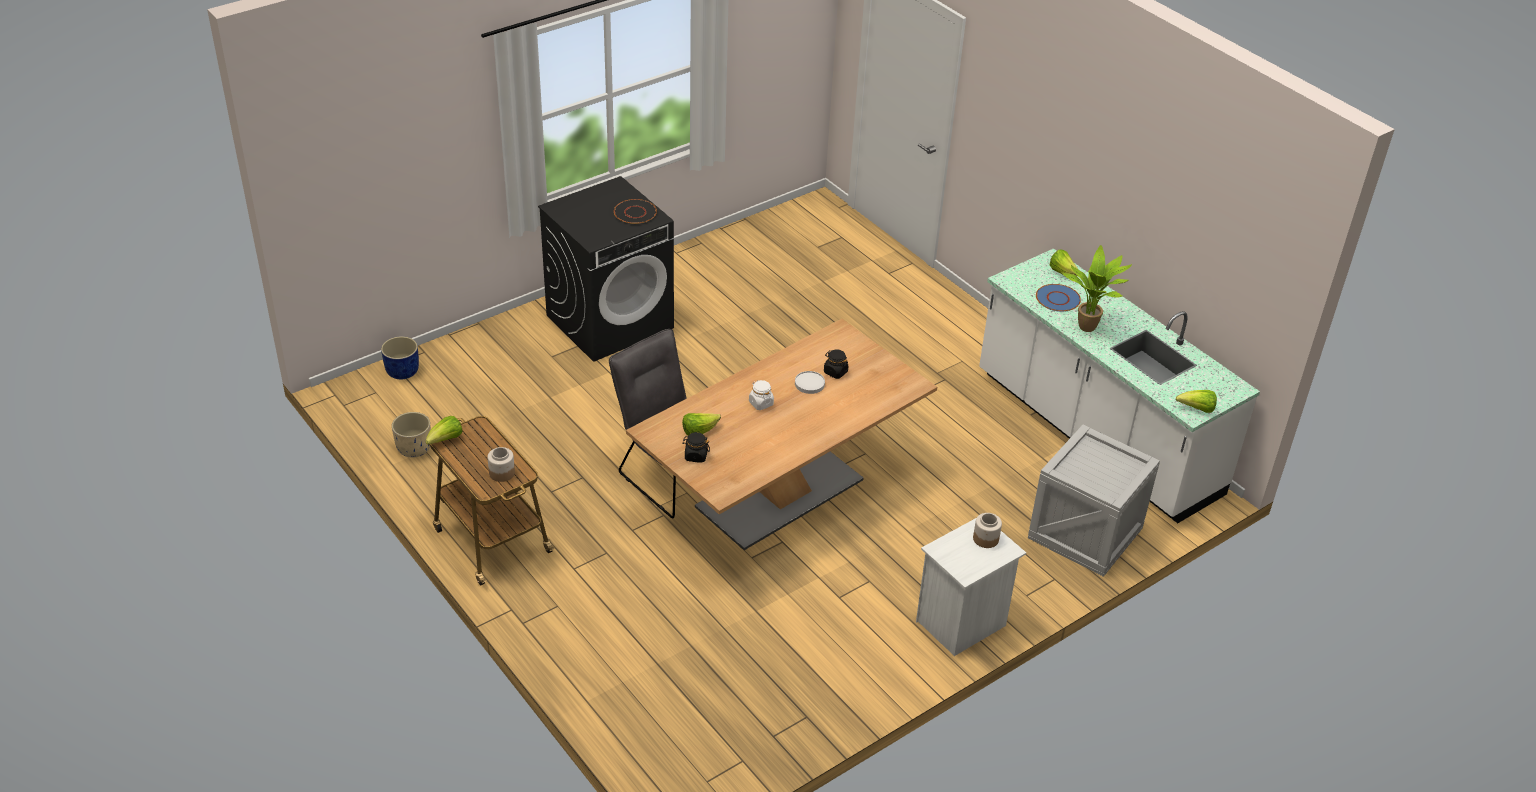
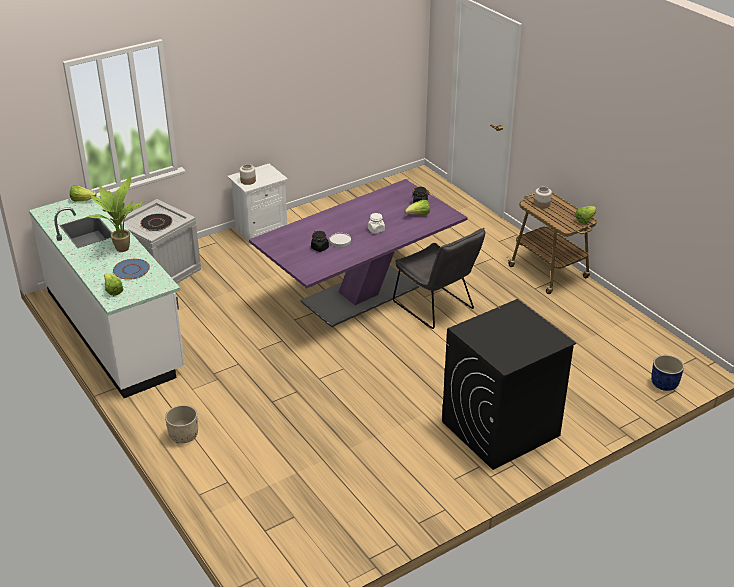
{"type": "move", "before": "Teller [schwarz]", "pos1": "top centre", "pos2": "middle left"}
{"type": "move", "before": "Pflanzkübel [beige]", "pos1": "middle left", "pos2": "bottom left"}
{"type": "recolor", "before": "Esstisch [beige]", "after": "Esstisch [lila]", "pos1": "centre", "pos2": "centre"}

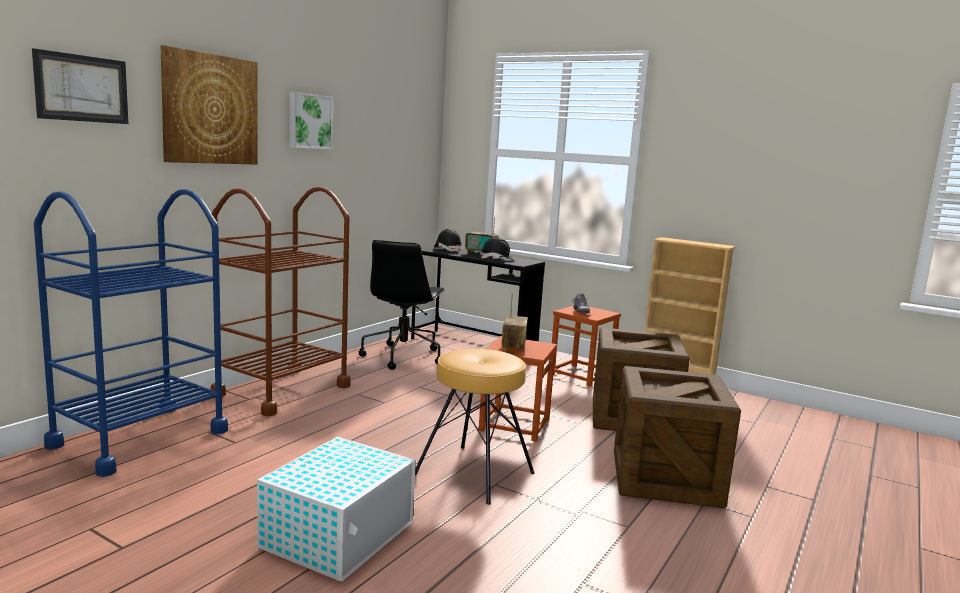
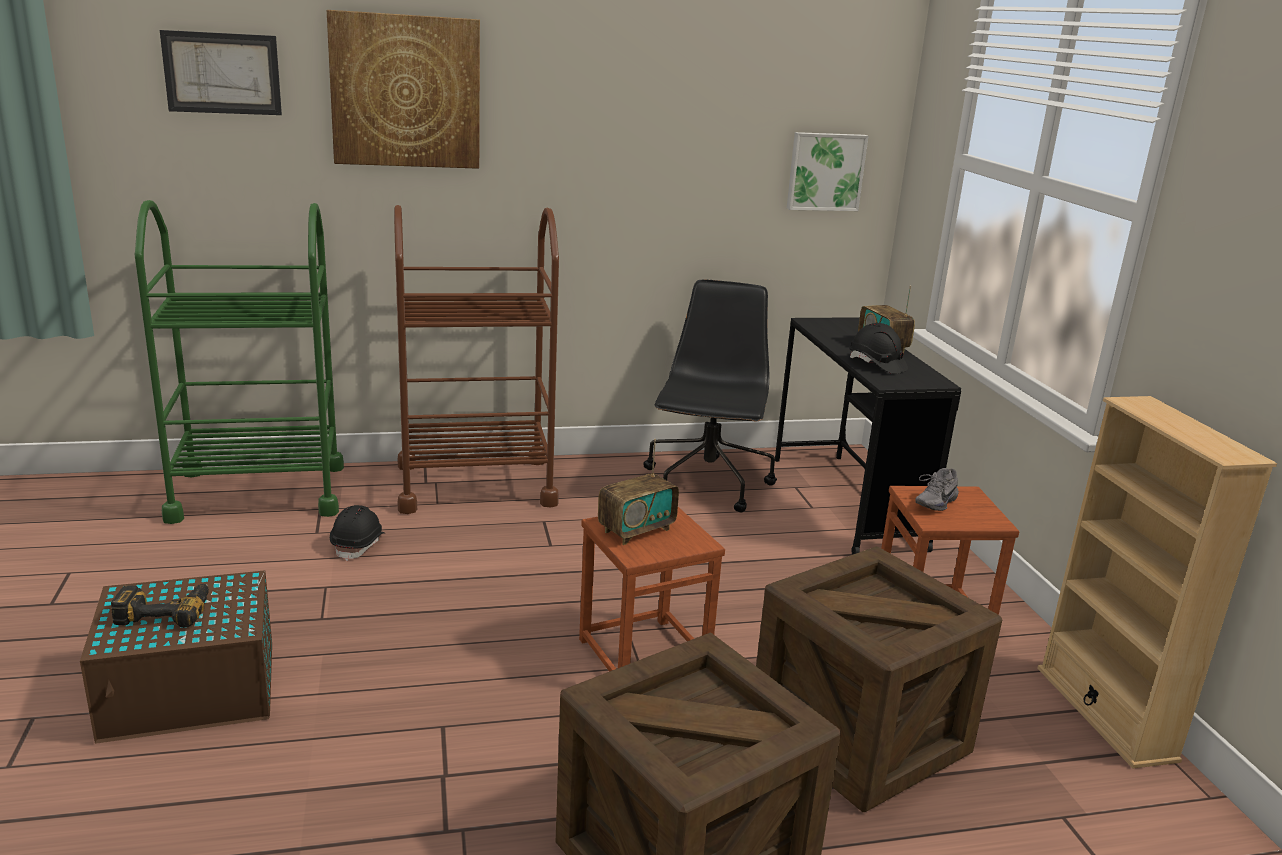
{"type": "recolor", "before": "Aufbewahrungsbox [weiß]", "after": "Aufbewahrungsbox [braun]", "pos1": "bottom centre", "pos2": "bottom left"}
{"type": "insert", "after": "Bohrmaschine", "pos2": "bottom left"}
{"type": "recolor", "before": "Rollwagen [blau]", "after": "Rollwagen [grün]", "pos1": "middle left", "pos2": "middle left"}
{"type": "move", "before": "Schutzhelm [schwarz] (1st from left)", "pos1": "centre", "pos2": "middle left"}
{"type": "rotate", "before": "Bürostuhl [schwarz]", "pos1": "centre", "pos2": "centre", "turn": 135}
{"type": "move", "before": "Bild (3rd from left)", "pos1": "top left", "pos2": "top centre"}
{"type": "delete", "before": "Hocker [braun] (1st from left)", "pos1": "bottom centre"}

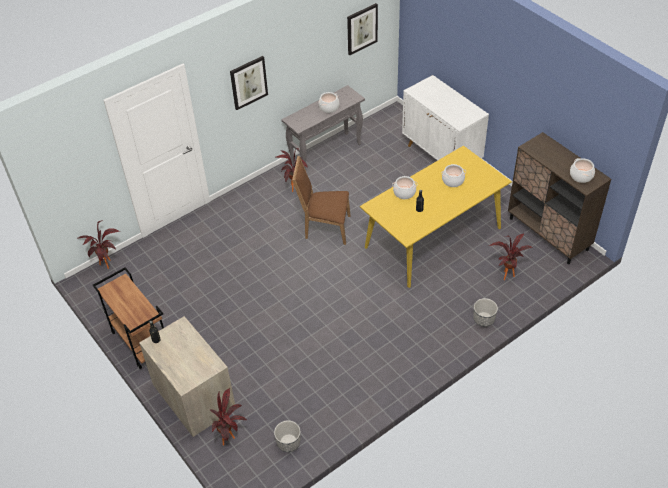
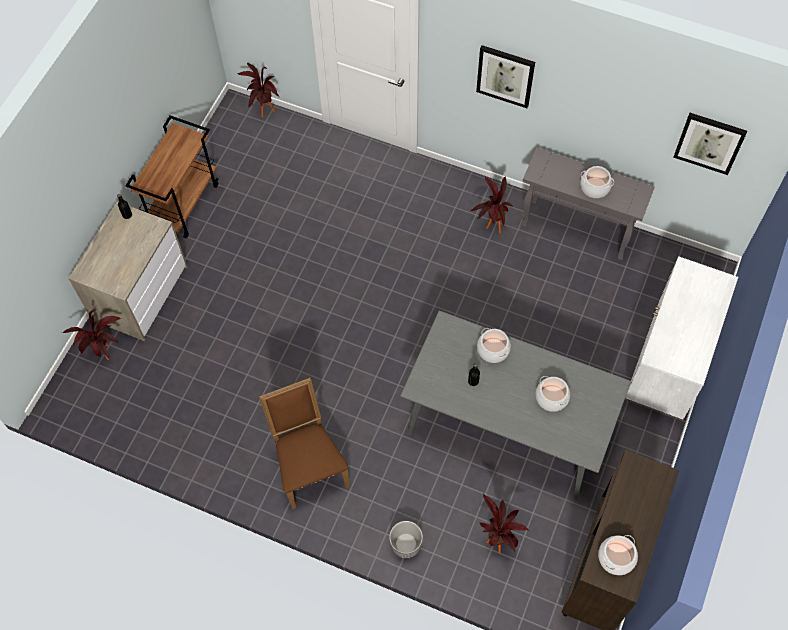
{"type": "move", "before": "Stuhl [braun]", "pos1": "centre", "pos2": "bottom centre"}
{"type": "recolor", "before": "Esstisch [gelb]", "after": "Esstisch [grau]", "pos1": "centre", "pos2": "centre"}
{"type": "delete", "before": "Pflanzkübel (1st from left)", "pos1": "bottom centre"}

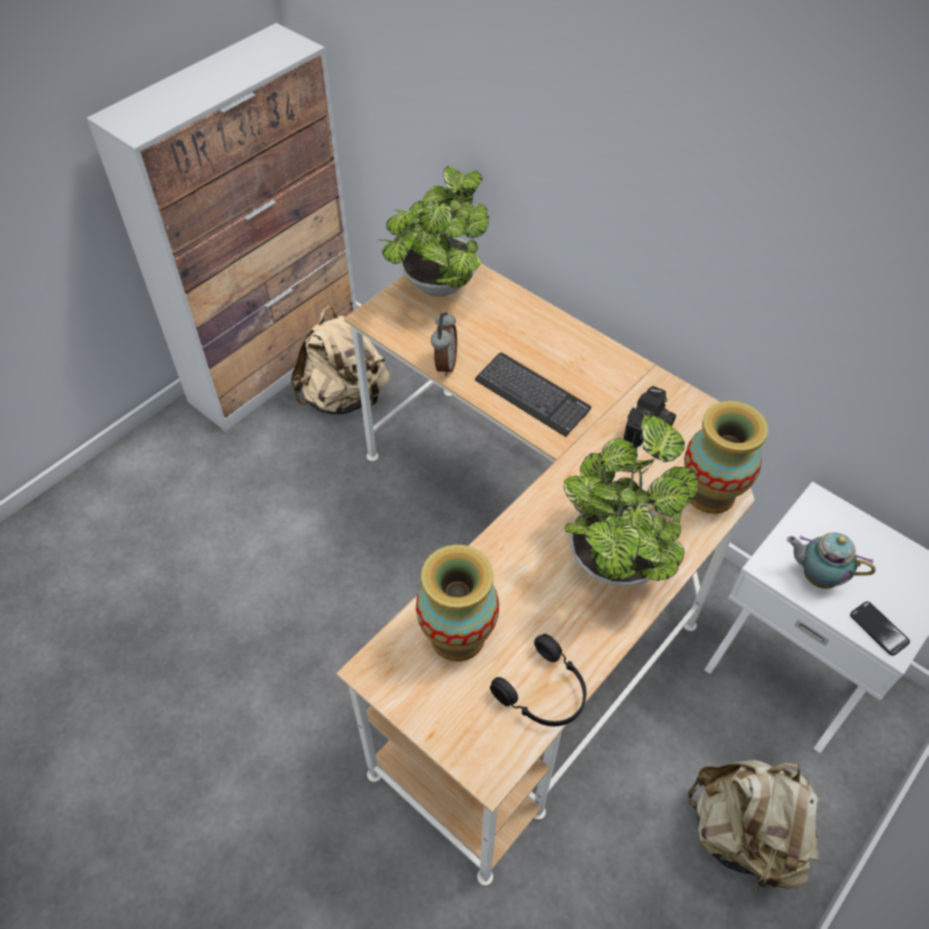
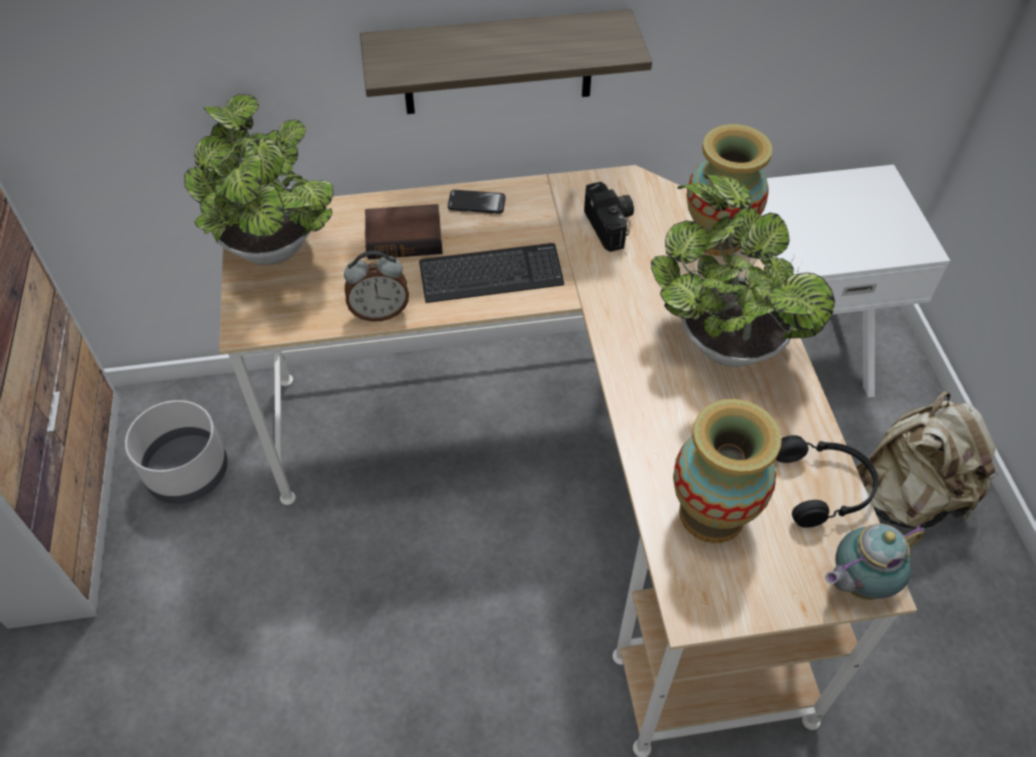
{"type": "replace", "before": "Rucksack [beige] (1st from left)", "after": "Pflanzkübel [grau]", "pos1": "centre", "pos2": "middle left"}
{"type": "rotate", "before": "Wecker", "pos1": "centre", "pos2": "centre", "turn": 120}
{"type": "insert", "after": "Wandregal", "pos2": "top centre"}
{"type": "insert", "after": "Buch", "pos2": "top centre"}
{"type": "move", "before": "Handy", "pos1": "bottom right", "pos2": "top centre"}
{"type": "move", "before": "Teekanne", "pos1": "middle right", "pos2": "bottom right"}

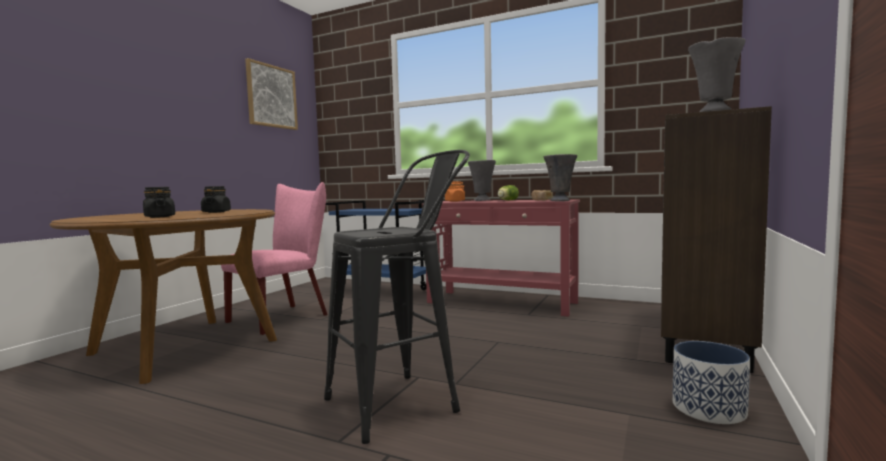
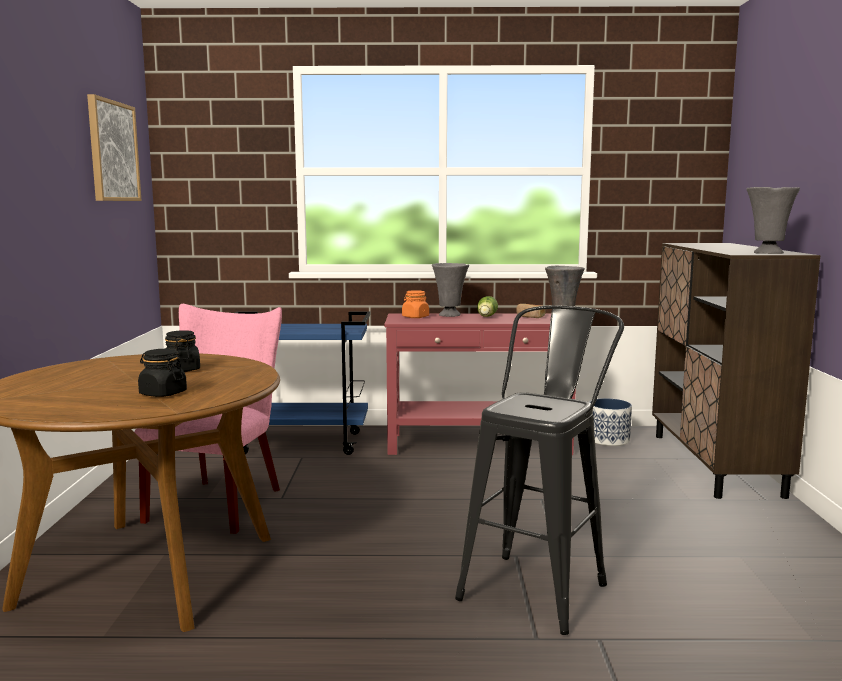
{"type": "move", "before": "Pflanzkübel", "pos1": "bottom right", "pos2": "middle right"}

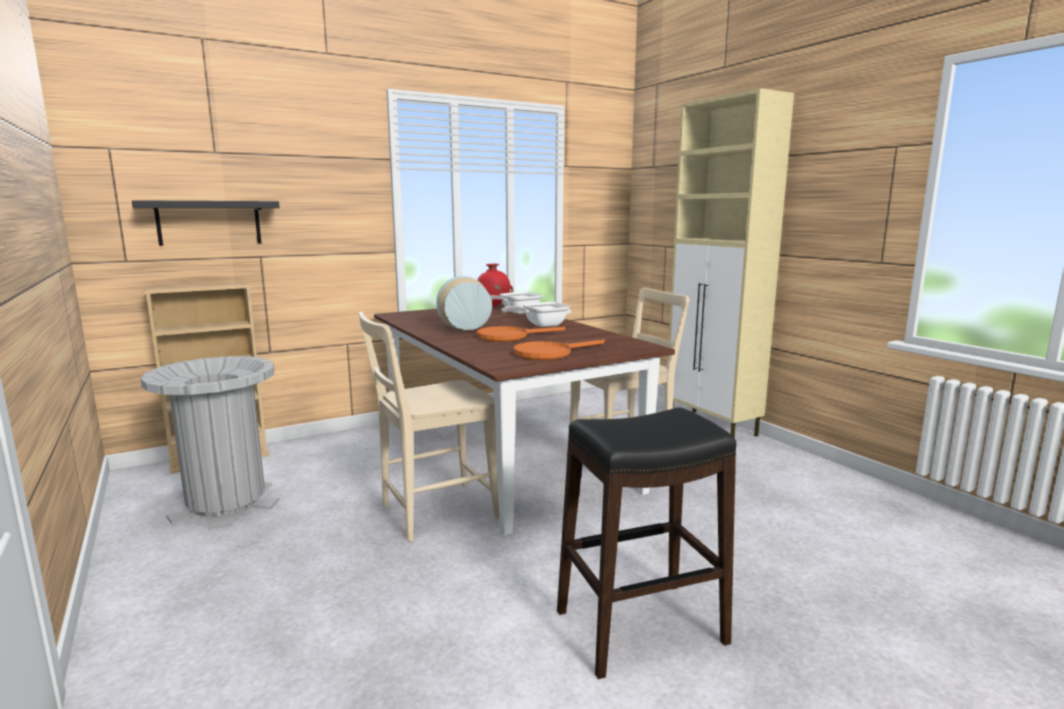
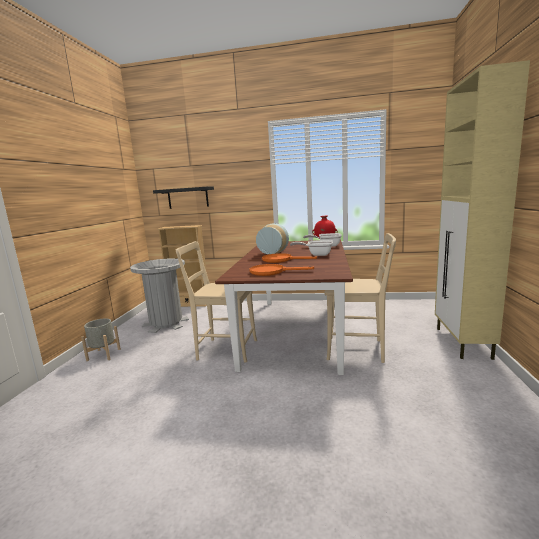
{"type": "insert", "after": "Pflanzkübel [grau]", "pos2": "middle left"}
{"type": "delete", "before": "Hocker [schwarz]", "pos1": "bottom centre"}

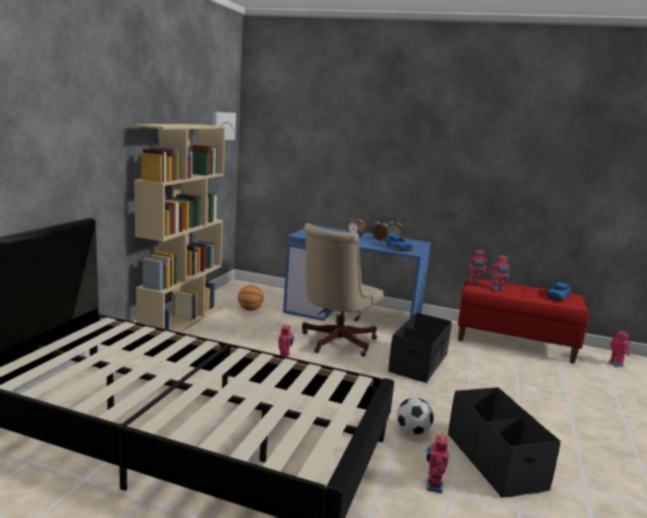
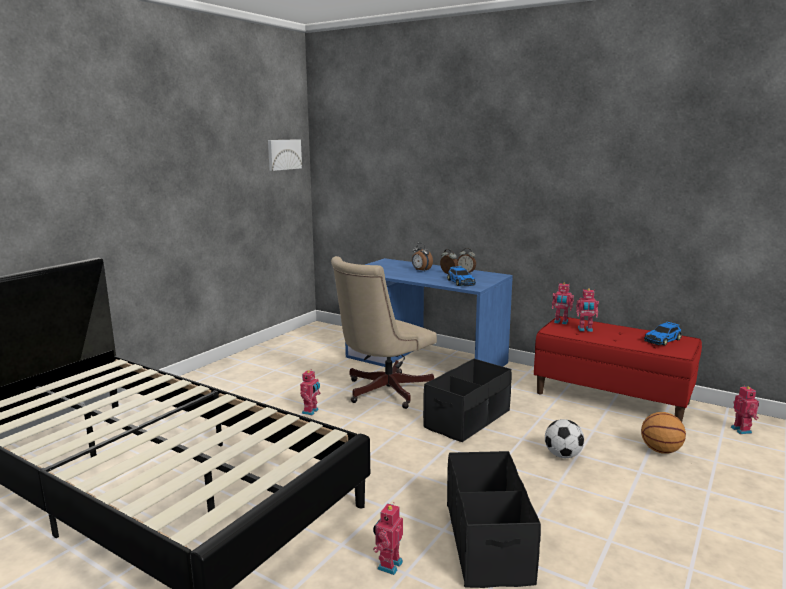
{"type": "move", "before": "Fußball", "pos1": "bottom centre", "pos2": "bottom right"}
{"type": "move", "before": "Basketball", "pos1": "centre", "pos2": "bottom right"}
{"type": "delete", "before": "Bücherregal [beige]", "pos1": "middle left"}

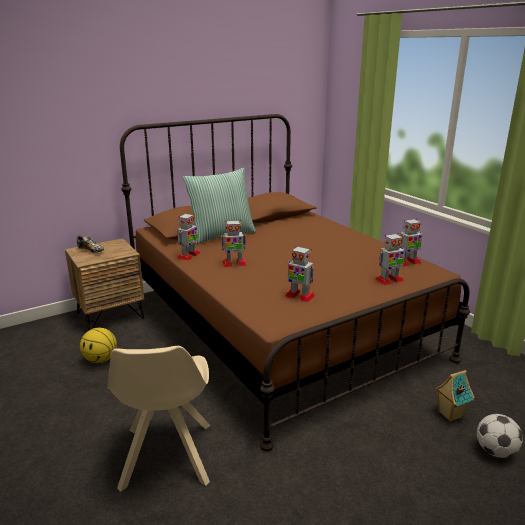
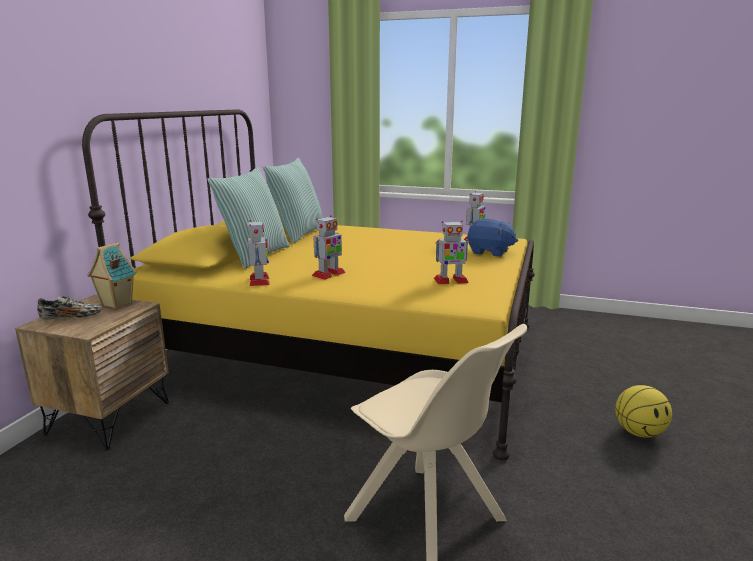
{"type": "recolor", "before": "Bett [braun]", "after": "Bett [gelb]", "pos1": "centre", "pos2": "centre"}
{"type": "move", "before": "Spielzeughaus", "pos1": "bottom right", "pos2": "middle left"}
{"type": "insert", "after": "Kissen (2nd from left)", "pos2": "centre"}
{"type": "replace", "before": "Spielzeugroboter (4th from left)", "after": "Plüschtier [blau]", "pos1": "middle right", "pos2": "centre"}
{"type": "move", "before": "Basketball", "pos1": "middle left", "pos2": "bottom right"}
{"type": "delete", "before": "Fußball", "pos1": "bottom right"}

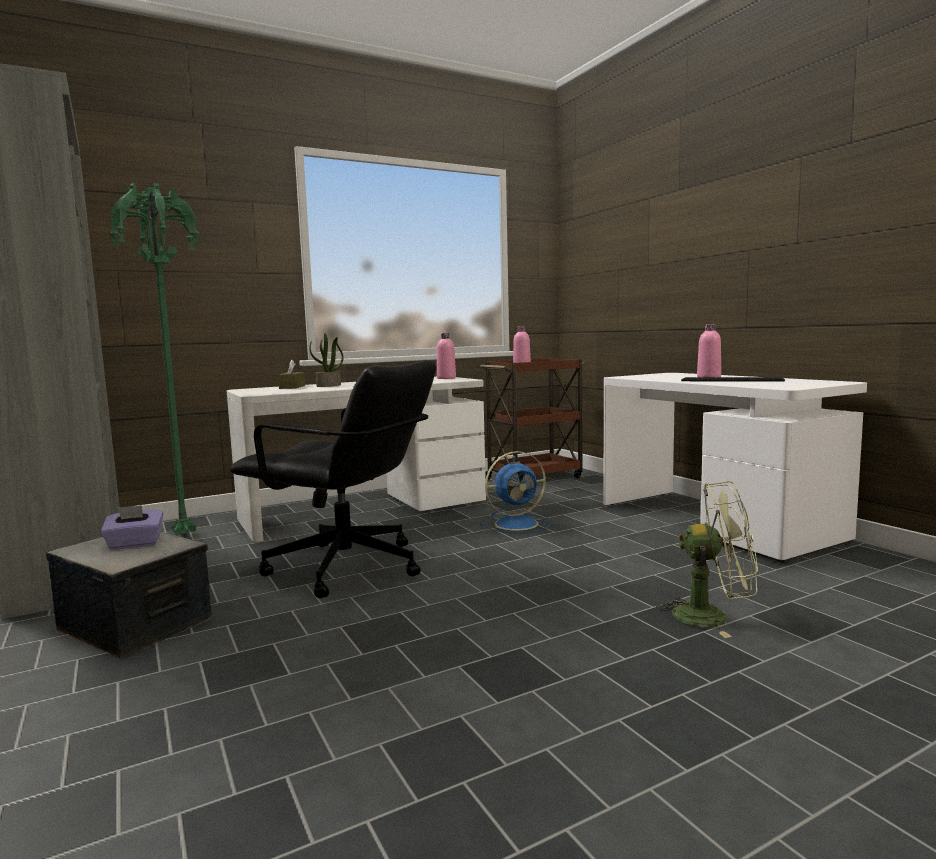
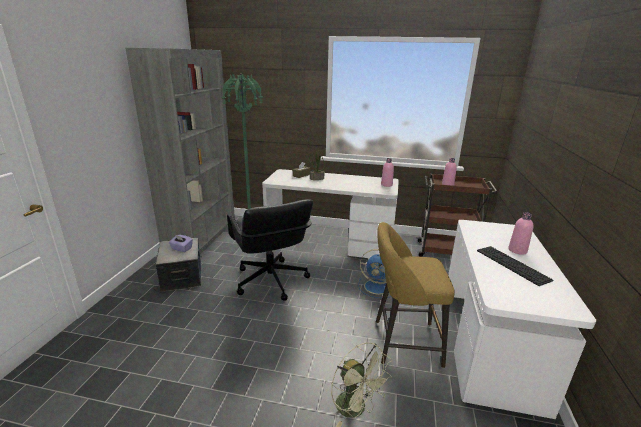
{"type": "insert", "after": "Hocker [gelb]", "pos2": "bottom centre"}

